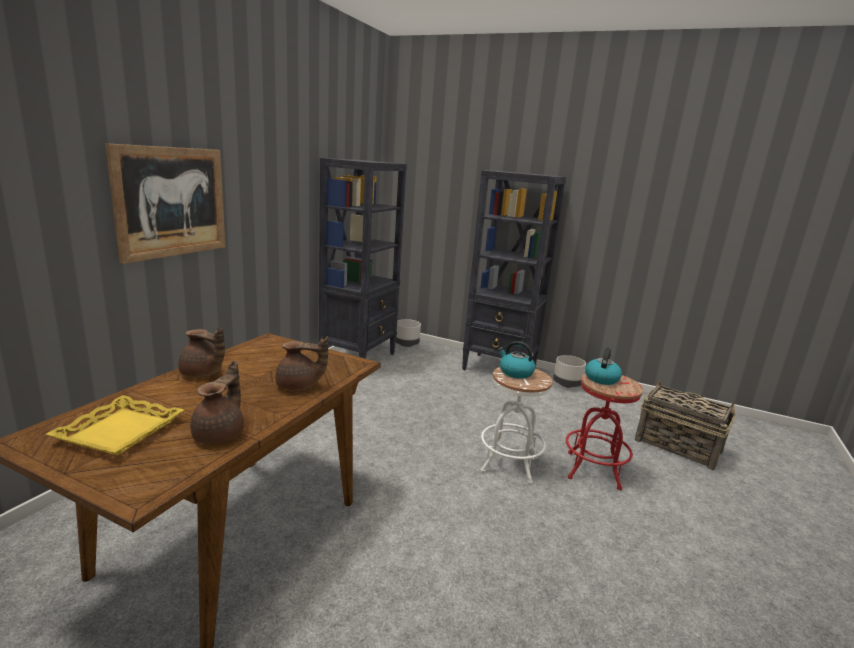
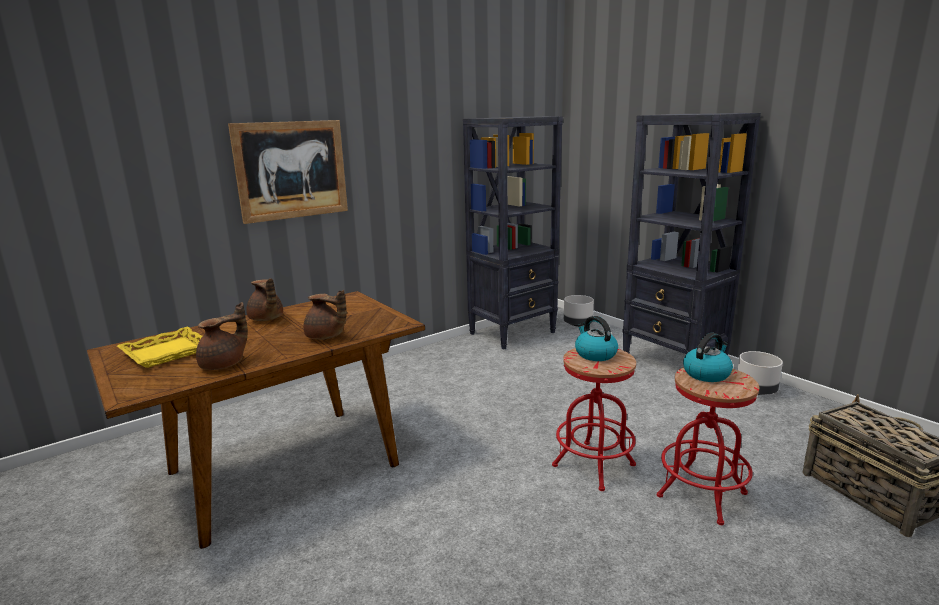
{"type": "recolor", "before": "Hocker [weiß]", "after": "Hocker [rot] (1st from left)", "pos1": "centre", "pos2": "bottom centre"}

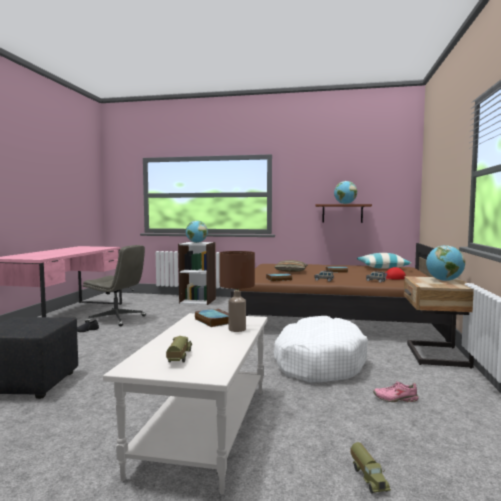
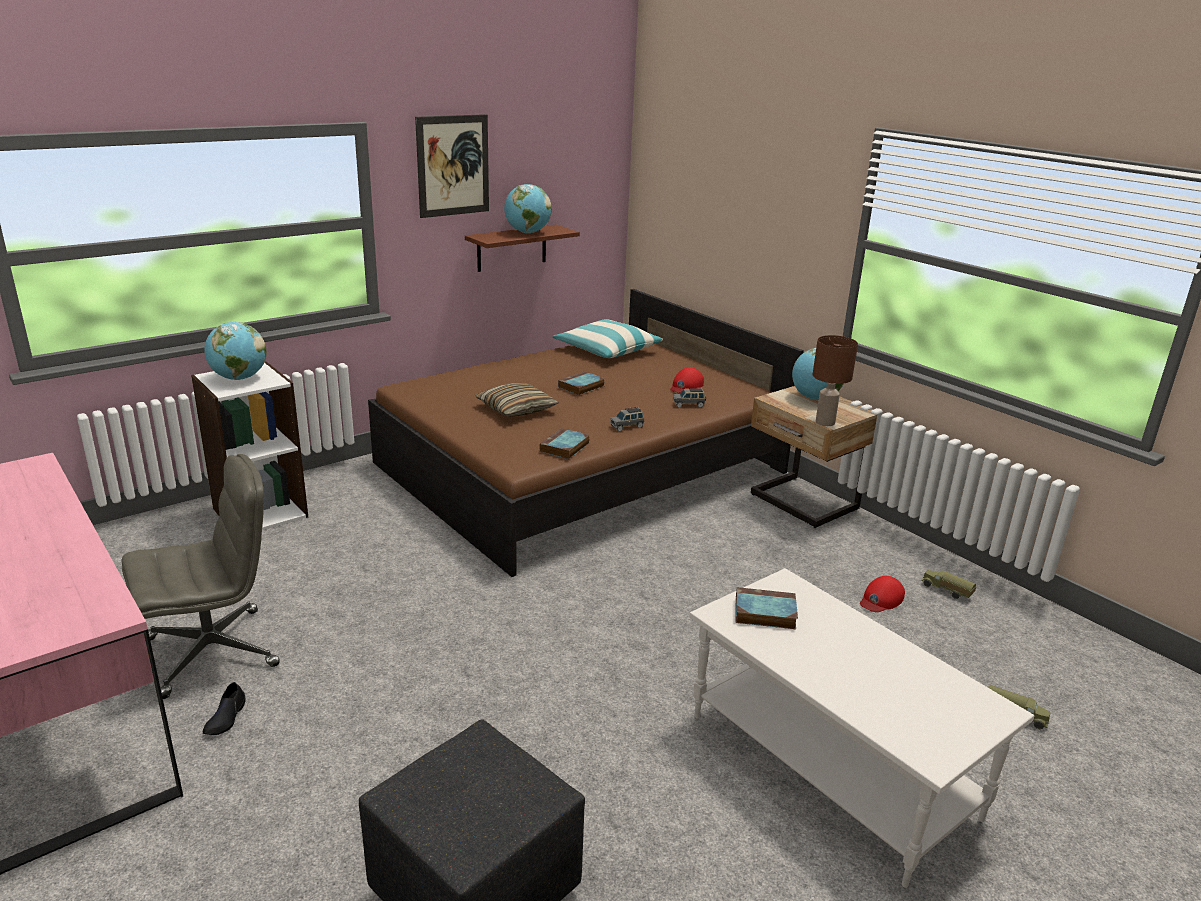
{"type": "insert", "after": "Bild", "pos2": "top centre"}
{"type": "move", "before": "Tischlampe [braun]", "pos1": "centre", "pos2": "middle right"}
{"type": "replace", "before": "Schuh [rosa]", "after": "Kappe [rot] (2nd from left)", "pos1": "bottom right", "pos2": "middle right"}
{"type": "move", "before": "Spielzeuglaster (1st from left)", "pos1": "bottom centre", "pos2": "middle right"}
{"type": "delete", "before": "Hundebett [weiß]", "pos1": "bottom centre"}

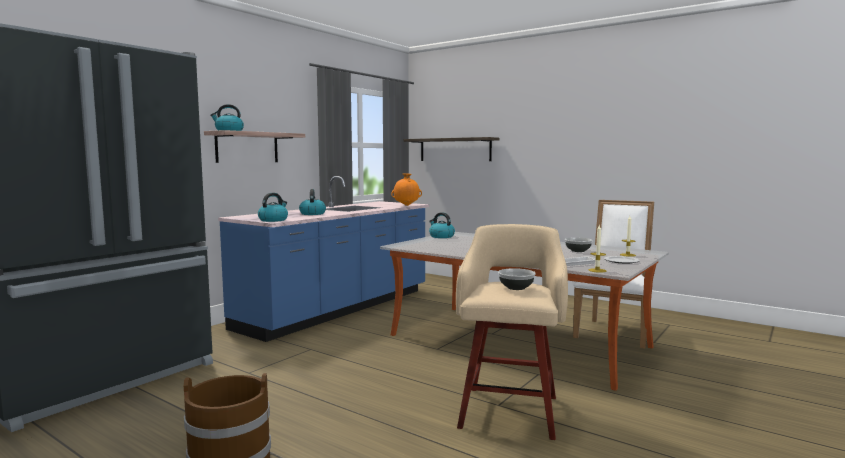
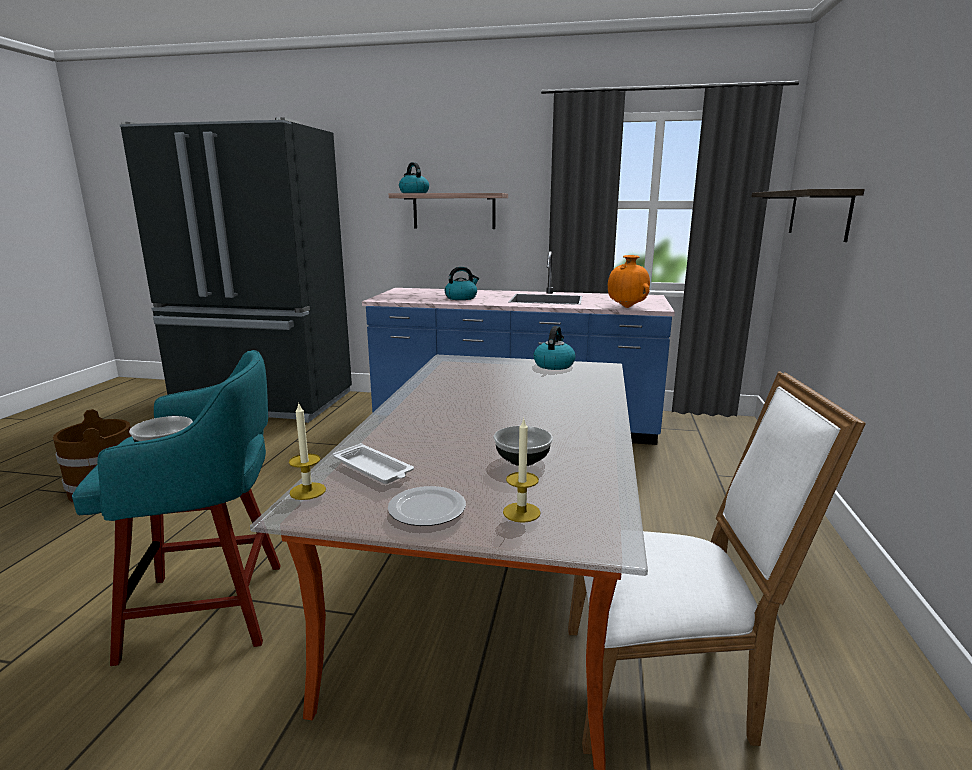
{"type": "recolor", "before": "Hocker [beige]", "after": "Hocker [türkis]", "pos1": "bottom centre", "pos2": "middle left"}
{"type": "delete", "before": "Wasserkessel (2nd from left)", "pos1": "middle left"}

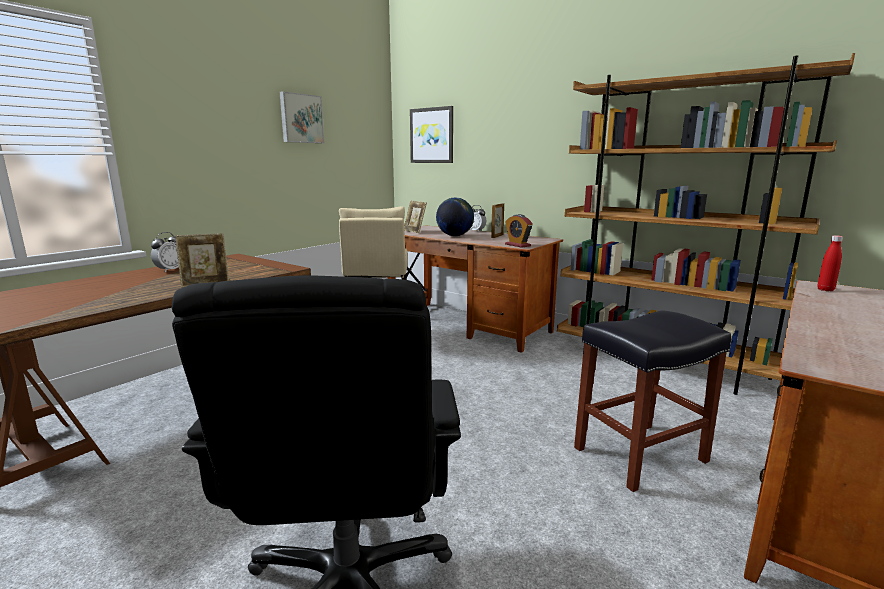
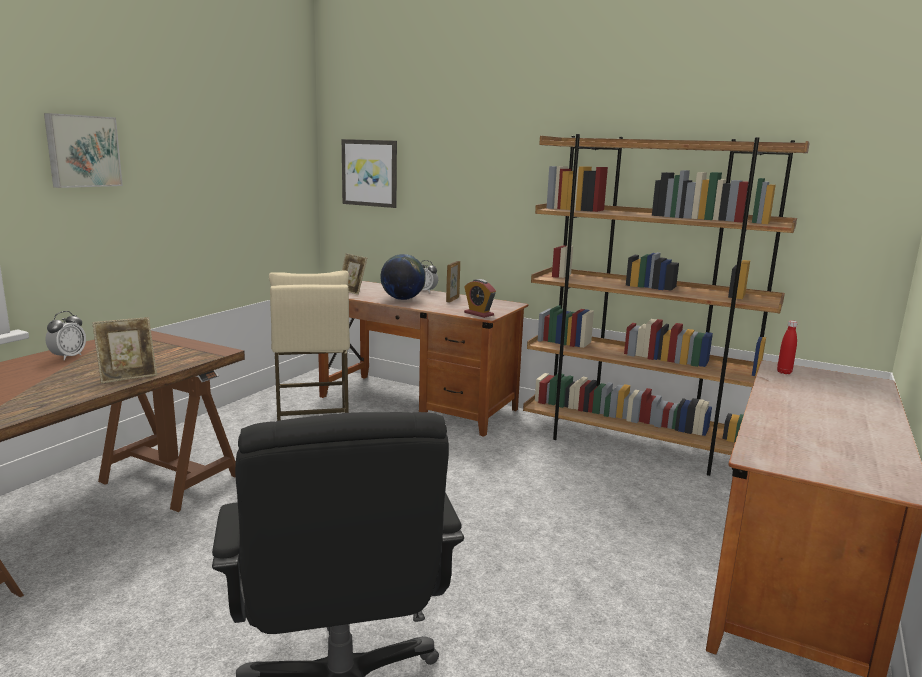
{"type": "move", "before": "Bild (1st from left)", "pos1": "top centre", "pos2": "top left"}
{"type": "delete", "before": "Hocker [schwarz]", "pos1": "bottom right"}

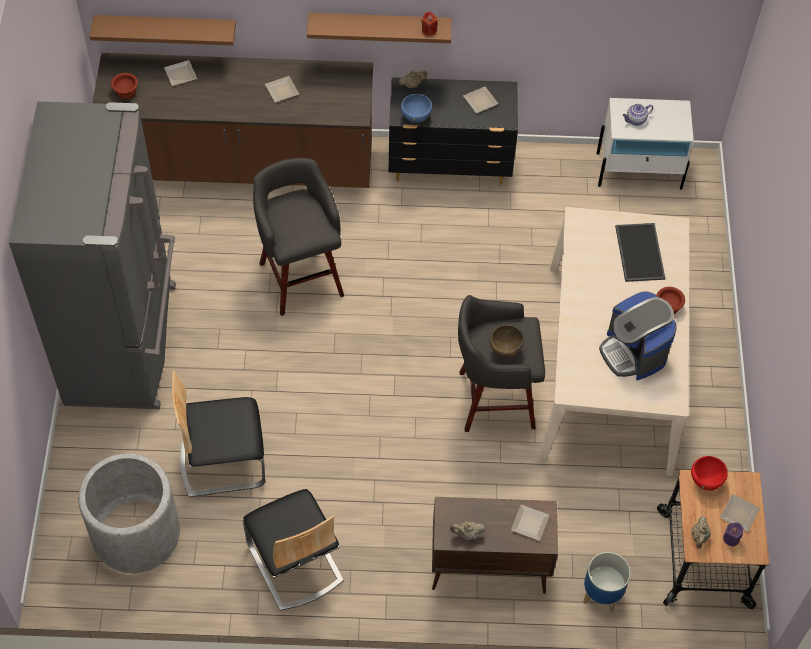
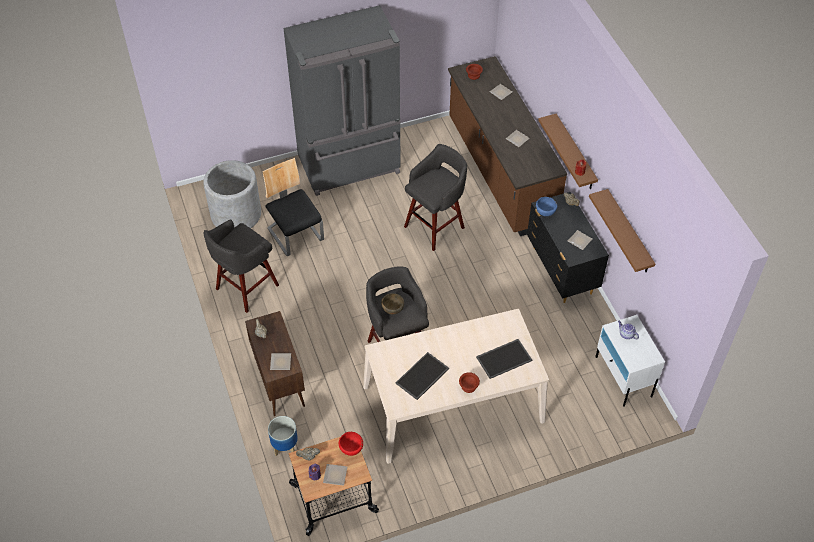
{"type": "replace", "before": "Stuhl (2nd from left)", "after": "Hocker [grau] (1st from left)", "pos1": "bottom centre", "pos2": "middle left"}
{"type": "replace", "before": "Kaffeemaschine", "after": "Tablett (1st from left)", "pos1": "middle right", "pos2": "bottom centre"}
{"type": "move", "before": "Wandregal [braun] (1st from left in the first image)", "after": "Wandregal [braun] (2nd from left)", "pos1": "top left", "pos2": "middle right"}

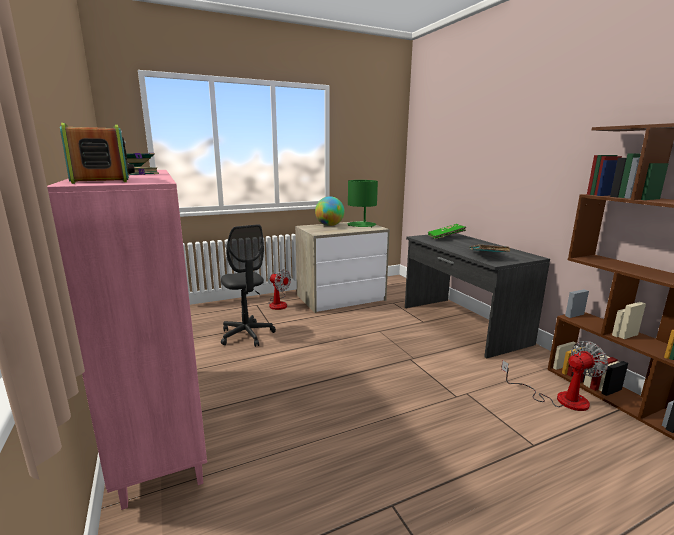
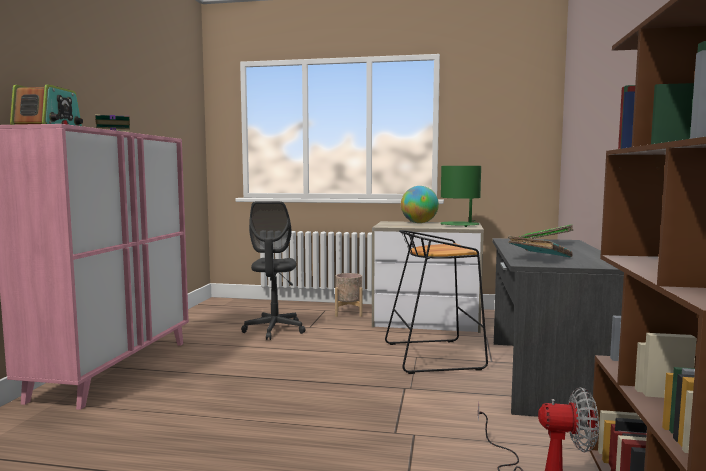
{"type": "replace", "before": "Ventilator (1st from left)", "after": "Pflanzkübel [beige]", "pos1": "centre", "pos2": "centre"}
{"type": "insert", "after": "Hocker [schwarz]", "pos2": "centre"}

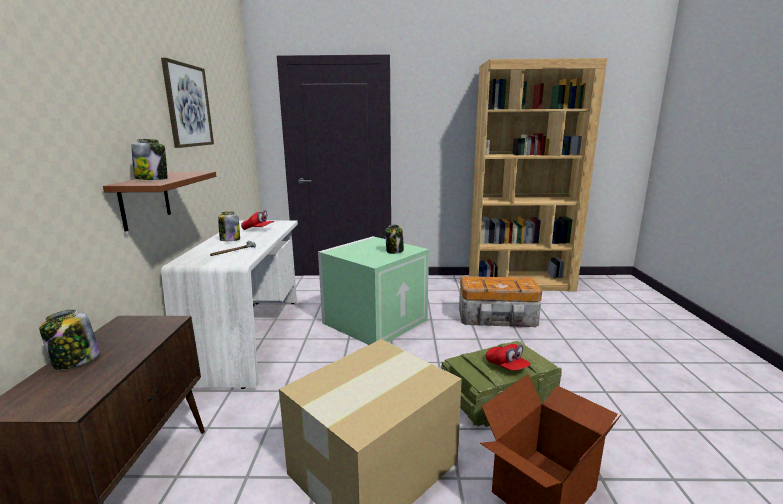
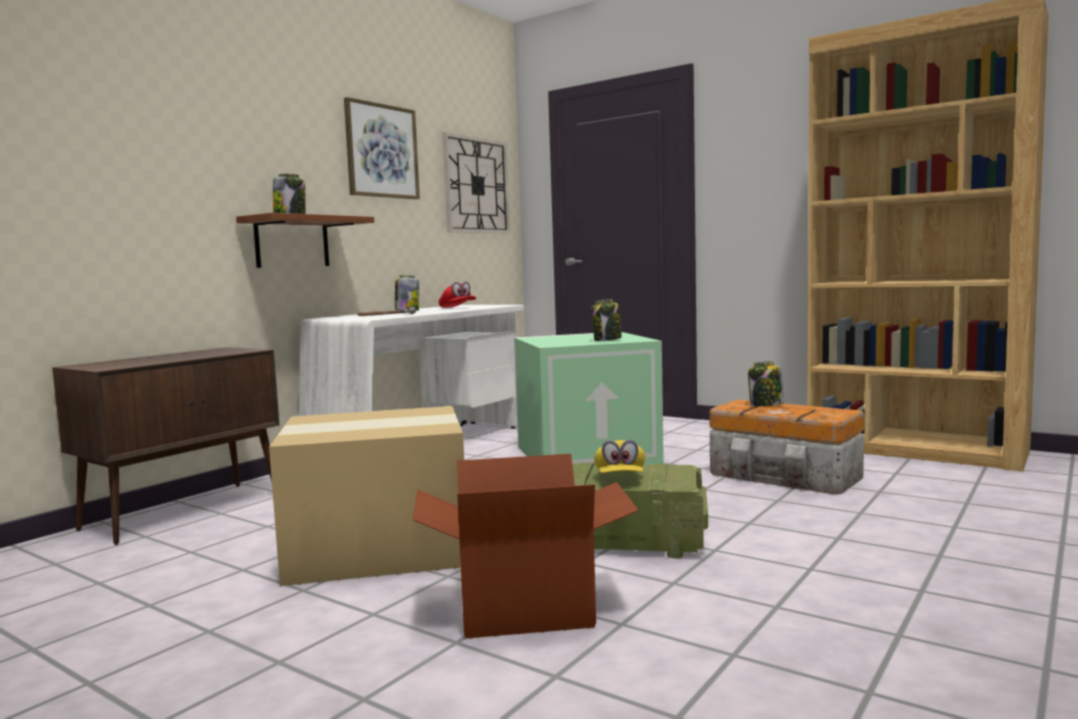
{"type": "insert", "after": "Wanduhr", "pos2": "top centre"}
{"type": "recolor", "before": "Kappe [rot] (2nd from left)", "after": "Kappe [gelb]", "pos1": "bottom centre", "pos2": "centre"}
{"type": "move", "before": "Vorratsglas (1st from left in the first image)", "after": "Vorratsglas (4th from left)", "pos1": "bottom left", "pos2": "middle right"}

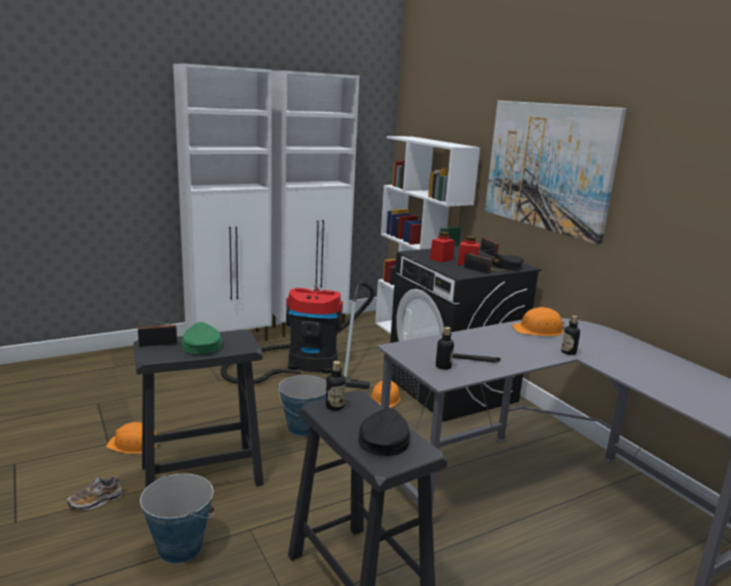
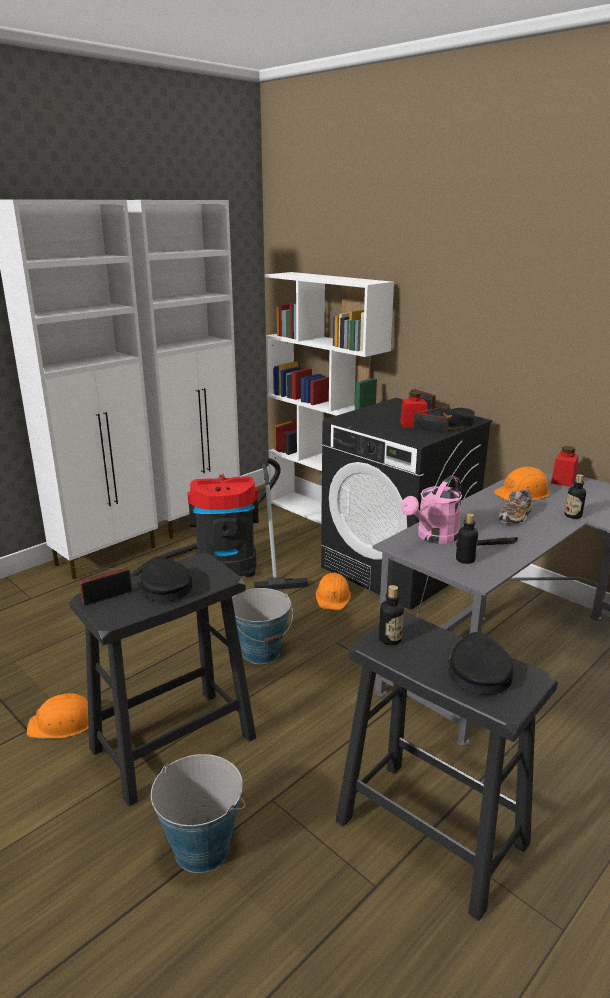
{"type": "recolor", "before": "Kappe [grün]", "after": "Kappe [schwarz] (1st from left)", "pos1": "middle left", "pos2": "middle left"}
{"type": "insert", "after": "Gießkanne [rosa]", "pos2": "middle right"}
{"type": "move", "before": "Schuh", "pos1": "bottom left", "pos2": "middle right"}
{"type": "move", "before": "Vorratsglas [rot] (1st from left in the first image)", "after": "Vorratsglas [rot] (2nd from left)", "pos1": "centre", "pos2": "middle right"}
{"type": "delete", "before": "Bild", "pos1": "top right"}

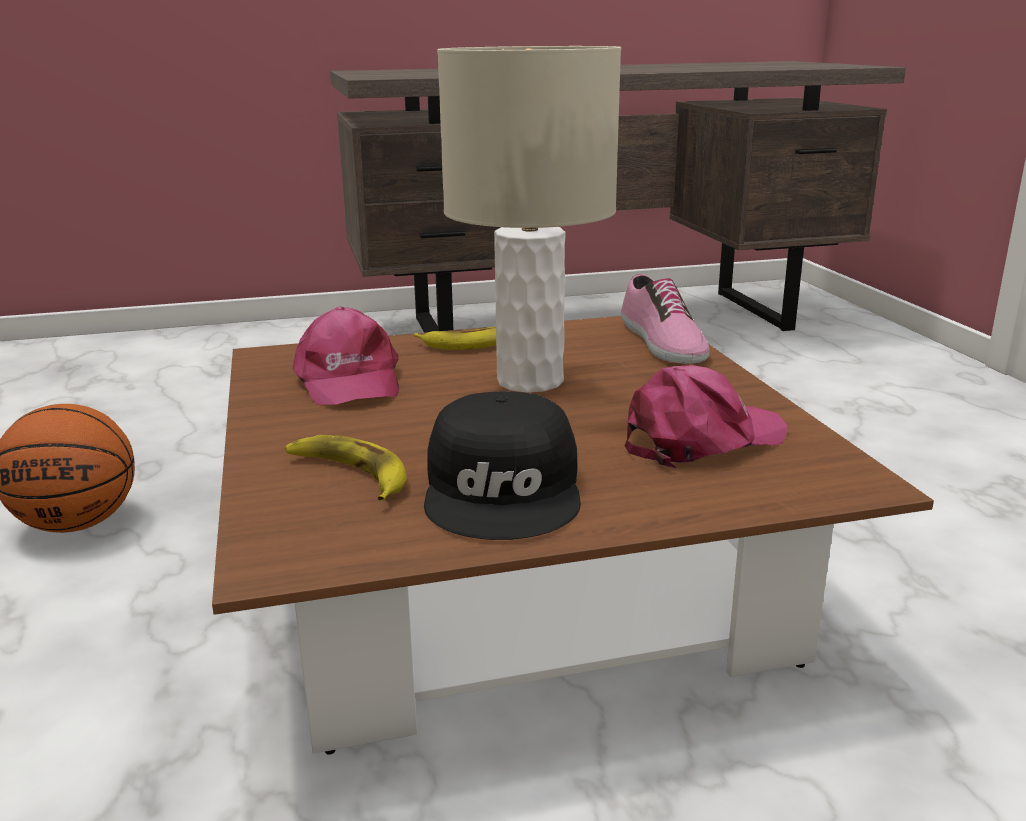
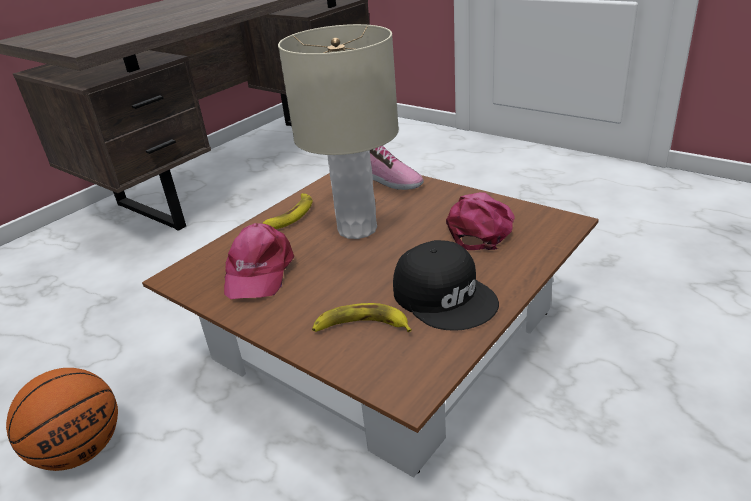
{"type": "rotate", "before": "Kappe [rosa] (1st from left)", "pos1": "centre", "pos2": "centre", "turn": 60}

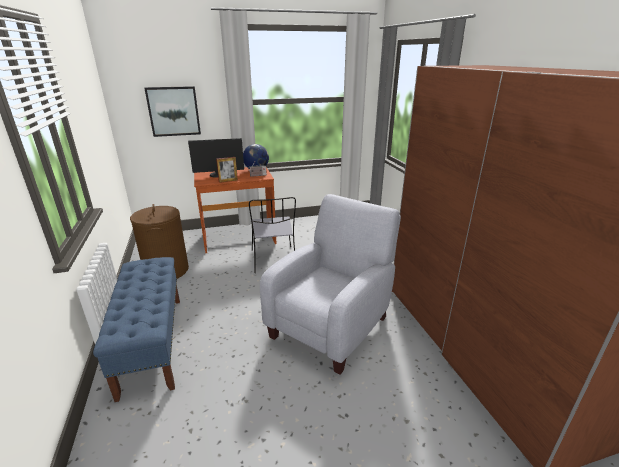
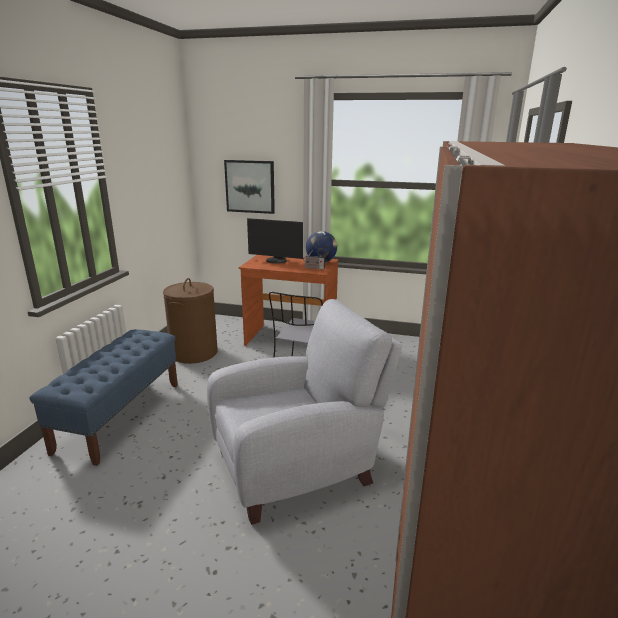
{"type": "delete", "before": "Bilderrahmen", "pos1": "centre"}

